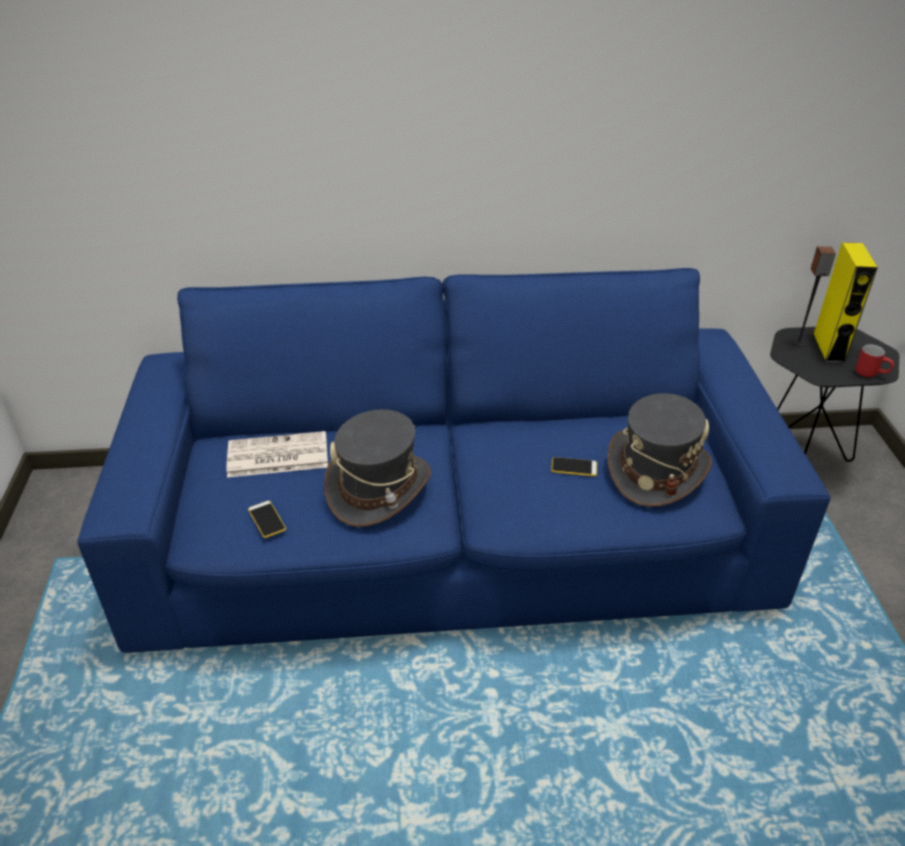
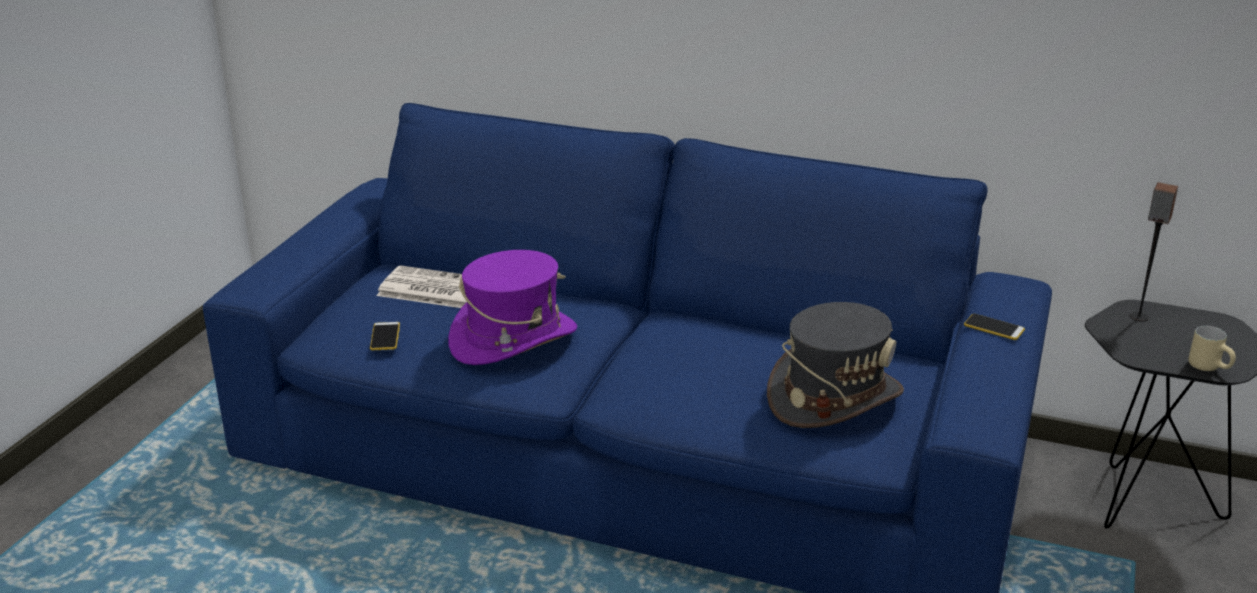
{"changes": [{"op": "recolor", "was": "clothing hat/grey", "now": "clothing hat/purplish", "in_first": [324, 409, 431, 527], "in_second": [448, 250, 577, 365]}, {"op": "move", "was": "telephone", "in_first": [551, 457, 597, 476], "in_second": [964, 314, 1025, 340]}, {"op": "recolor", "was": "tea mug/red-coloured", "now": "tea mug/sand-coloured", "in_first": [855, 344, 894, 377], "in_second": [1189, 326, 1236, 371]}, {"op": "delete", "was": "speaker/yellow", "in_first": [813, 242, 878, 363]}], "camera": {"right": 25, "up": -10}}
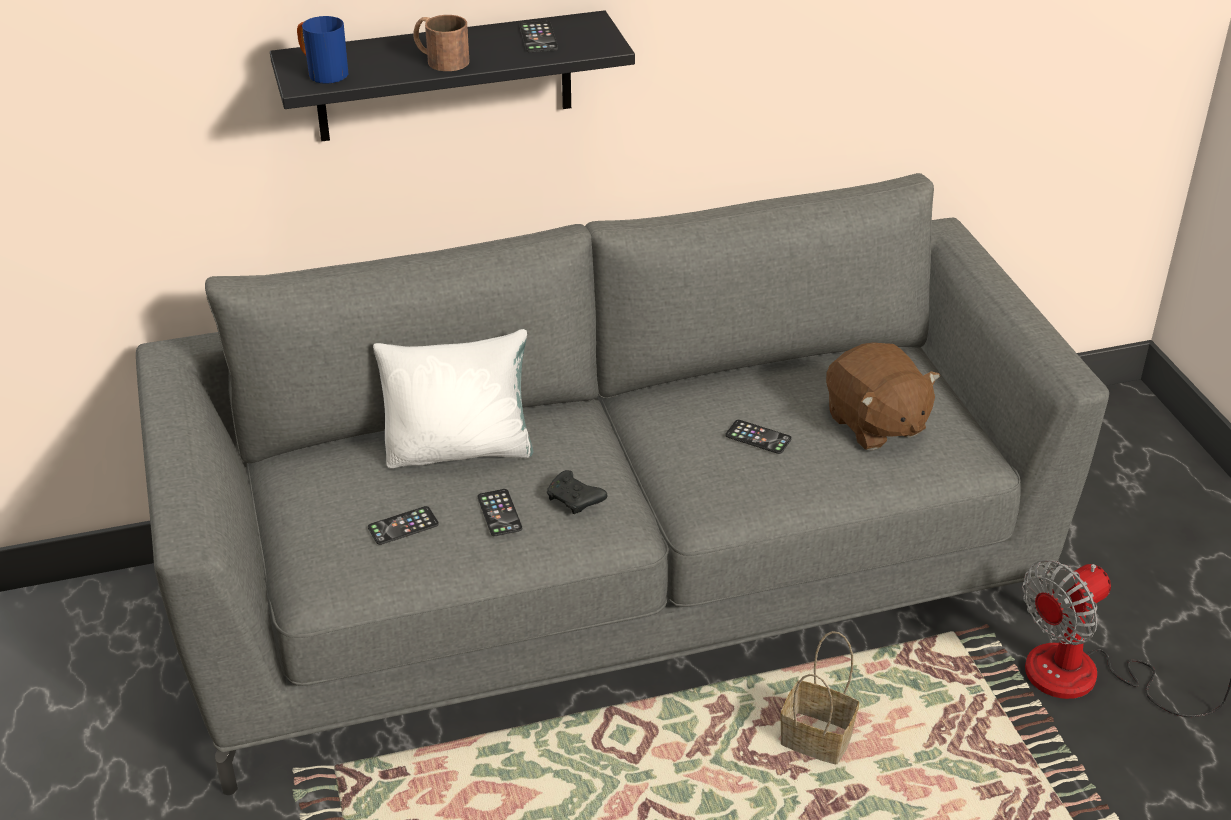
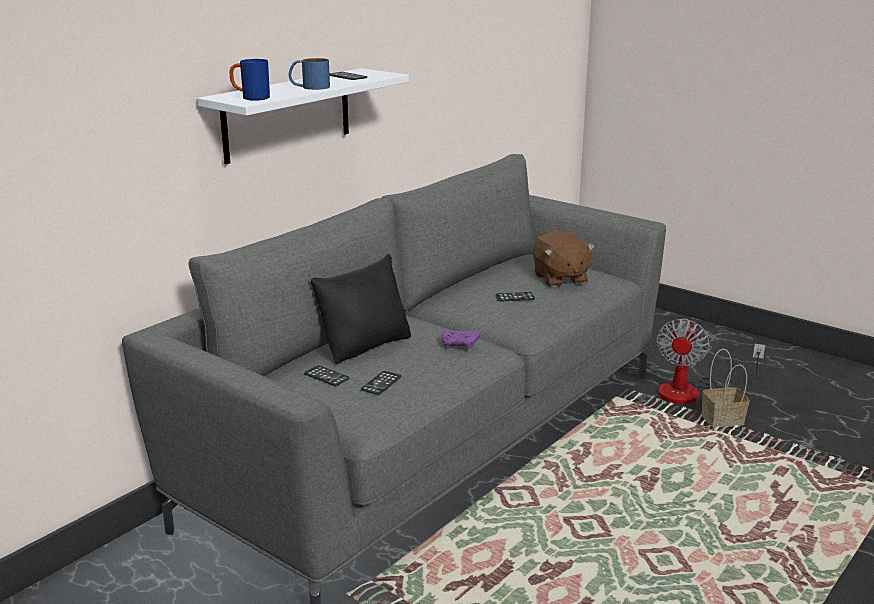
{"changes": [{"op": "recolor", "was": "shelf/black", "now": "shelf/white", "in_first": [270, 10, 635, 141], "in_second": [197, 68, 409, 164]}, {"op": "recolor", "was": "tea mug/brown-coloured", "now": "tea mug/blue-coloured", "in_first": [413, 15, 469, 71], "in_second": [289, 58, 330, 90]}, {"op": "move", "was": "telephone", "in_first": [478, 489, 522, 536], "in_second": [304, 365, 349, 386]}, {"op": "recolor", "was": "pillow/white", "now": "pillow/black", "in_first": [373, 329, 534, 468], "in_second": [311, 254, 412, 364]}, {"op": "recolor", "was": "game controller/black", "now": "game controller/purplish", "in_first": [547, 470, 608, 514], "in_second": [441, 330, 480, 349]}, {"op": "rotate", "was": "cuddly toy/brown-coloured", "in_first": [826, 342, 940, 450], "in_second": [532, 230, 595, 287], "clockwise": 45}, {"op": "move", "was": "storage basket", "in_first": [780, 631, 859, 764], "in_second": [702, 349, 749, 428]}], "camera": {"right": -35, "up": -15}}
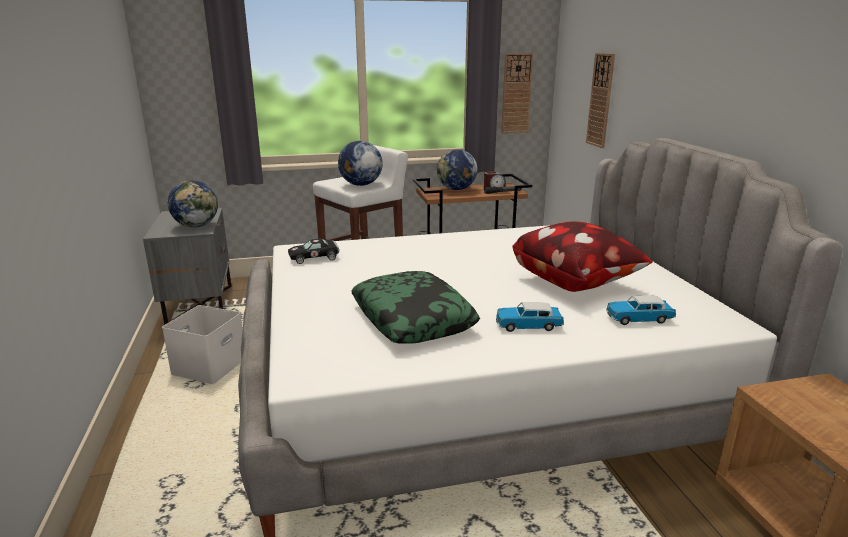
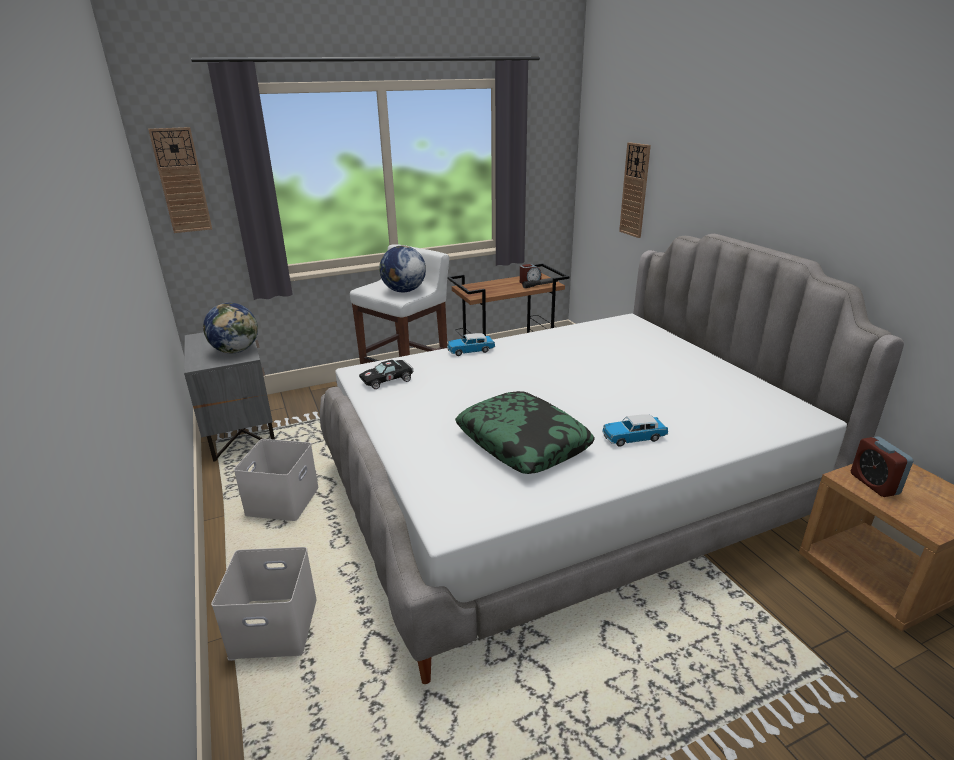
{"changes": [{"op": "move", "was": "wall clock", "in_first": [501, 53, 534, 133], "in_second": [148, 127, 212, 233]}, {"op": "insert", "now": "storage bin/white", "in_second": [211, 547, 317, 661]}, {"op": "move", "was": "model car", "in_first": [606, 295, 676, 325], "in_second": [447, 333, 495, 356]}, {"op": "insert", "now": "table clock", "in_second": [851, 436, 913, 497]}, {"op": "delete", "was": "desk globe", "in_first": [437, 149, 477, 190]}, {"op": "delete", "was": "pillow", "in_first": [512, 221, 653, 292]}], "camera": {"right": -10, "up": 5}}
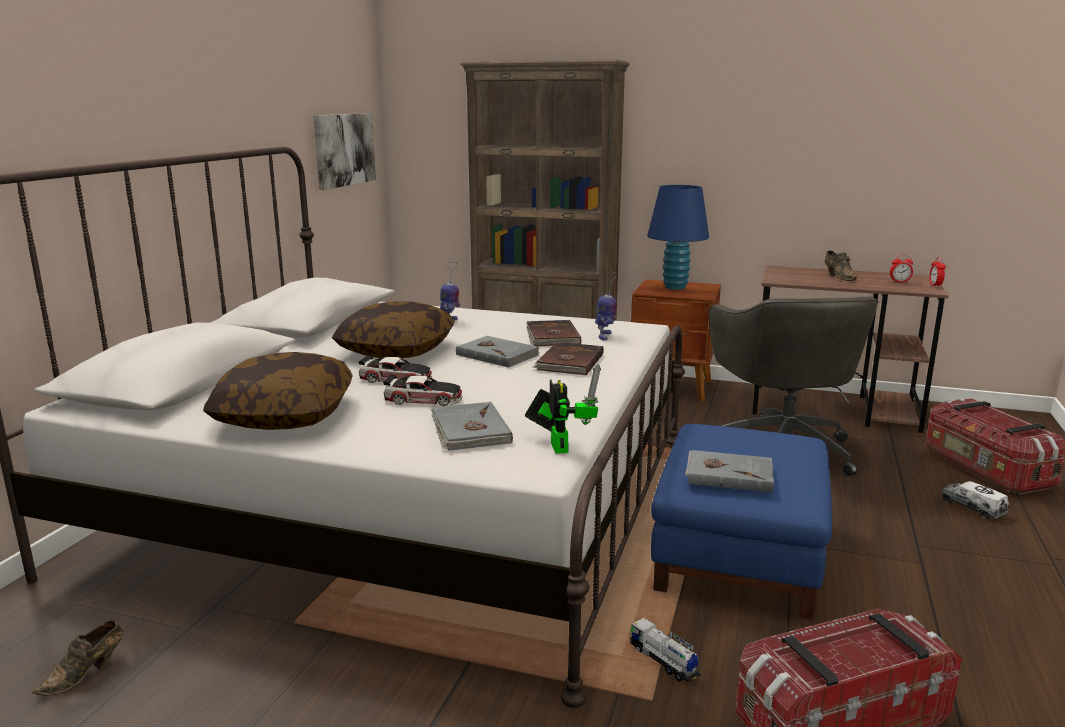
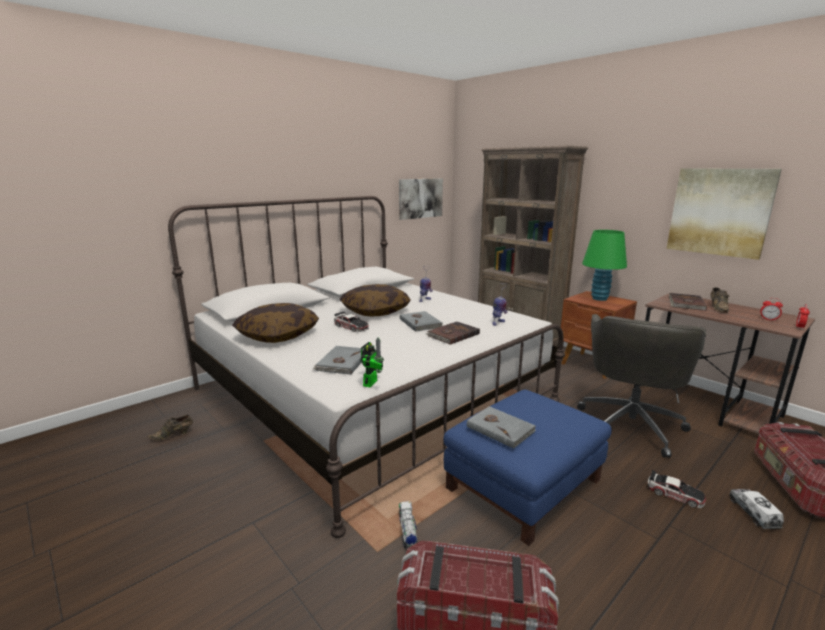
{"changes": [{"op": "recolor", "was": "tabletop lamp/blue-coloured", "now": "tabletop lamp/green", "in_first": [647, 185, 709, 290], "in_second": [582, 230, 627, 301]}, {"op": "move", "was": "model car", "in_first": [383, 374, 463, 406], "in_second": [648, 470, 706, 508]}, {"op": "insert", "now": "wall picture", "in_second": [667, 168, 782, 260]}, {"op": "move", "was": "book/brown-coloured", "in_first": [526, 320, 581, 346], "in_second": [669, 293, 707, 311]}], "camera": {"right": 30, "up": 0}}
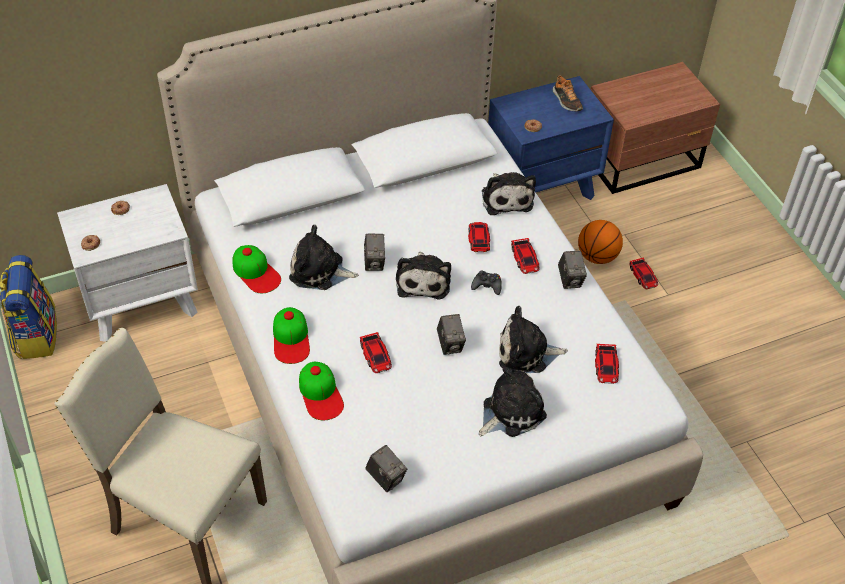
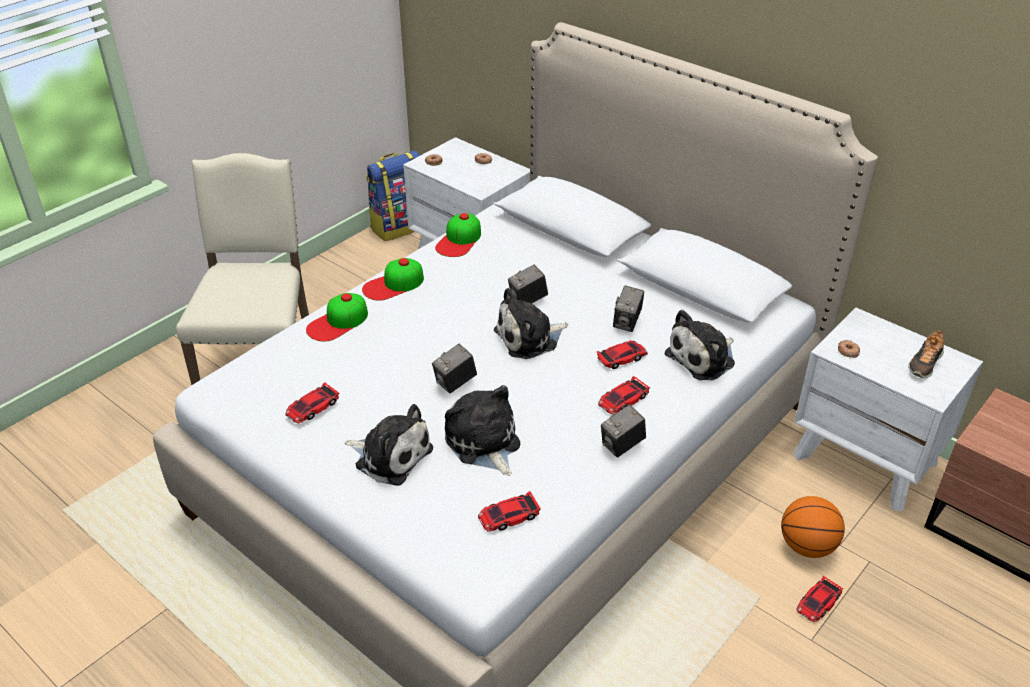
{"changes": [{"op": "move", "was": "model car", "in_first": [360, 332, 392, 373], "in_second": [285, 382, 339, 423]}, {"op": "move", "was": "photo camera", "in_first": [365, 445, 407, 492], "in_second": [613, 286, 644, 332]}, {"op": "recolor", "was": "night table/blue-coloured", "now": "night table/white", "in_first": [488, 76, 614, 200], "in_second": [793, 307, 983, 511]}, {"op": "delete", "was": "cuddly toy", "in_first": [289, 225, 359, 290]}, {"op": "delete", "was": "game controller/black", "in_first": [471, 271, 502, 295]}], "camera": {"right": 65, "up": -10}}
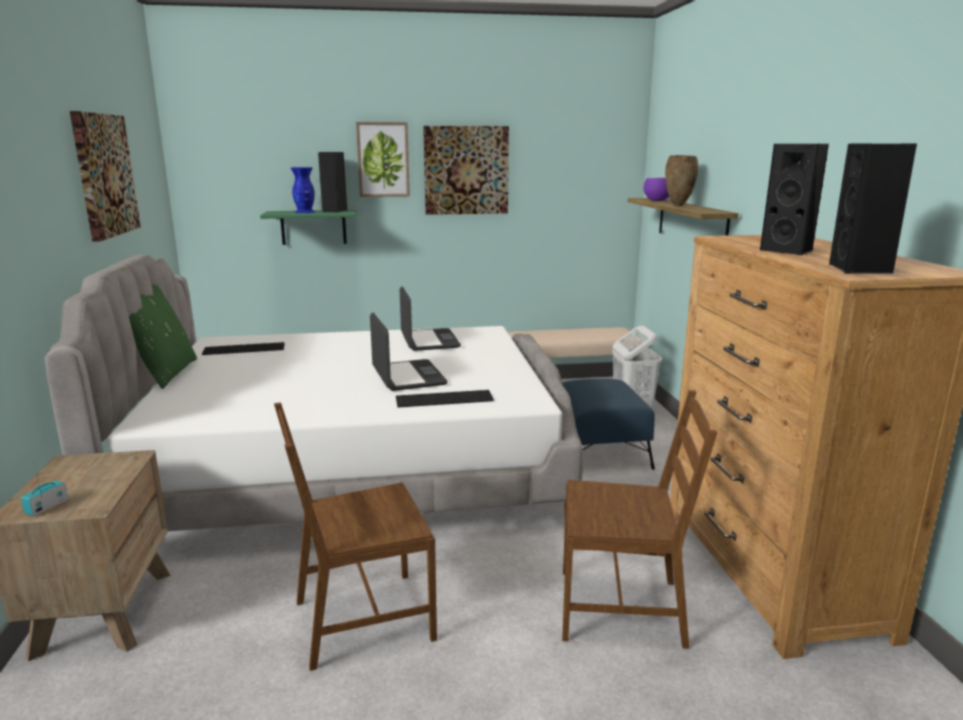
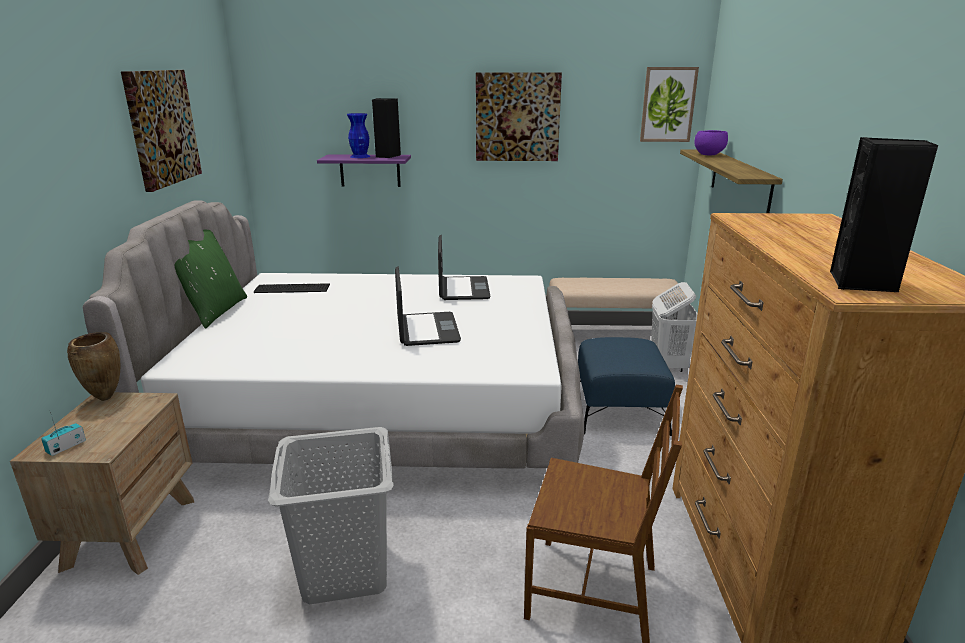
{"changes": [{"op": "move", "was": "vase/brown-coloured", "in_first": [665, 155, 699, 206], "in_second": [67, 332, 121, 401]}, {"op": "replace", "was": "upright chair/brown-coloured", "now": "washing basket/grey", "in_first": [274, 402, 437, 671], "in_second": [268, 427, 394, 604]}, {"op": "recolor", "was": "shelf/green", "now": "shelf/purplish", "in_first": [260, 210, 357, 245], "in_second": [317, 154, 411, 187]}, {"op": "move", "was": "wall picture", "in_first": [356, 122, 410, 197], "in_second": [640, 67, 699, 142]}, {"op": "delete", "was": "computer keyboard", "in_first": [396, 390, 494, 407]}, {"op": "delete", "was": "speaker/black", "in_first": [760, 144, 829, 256]}], "camera": {"right": 10, "up": 5}}
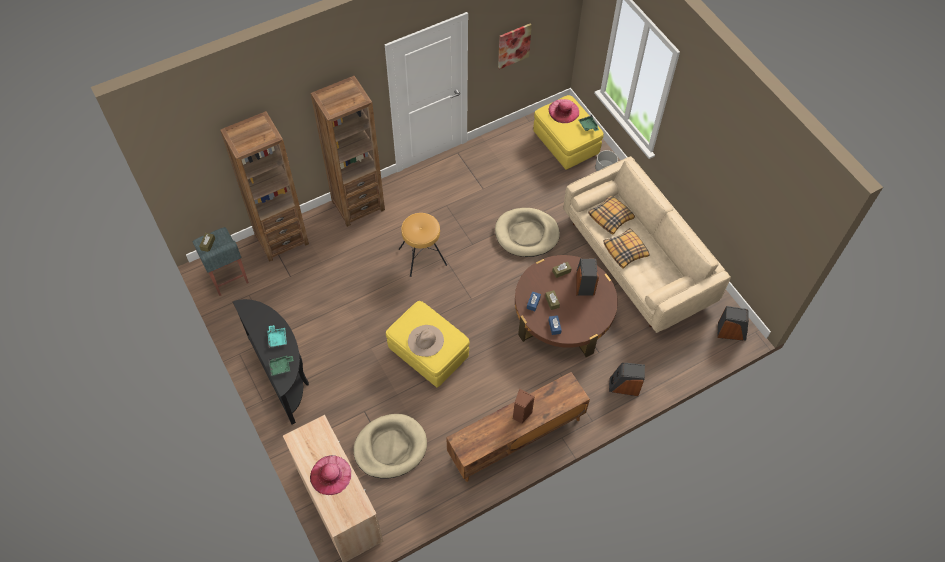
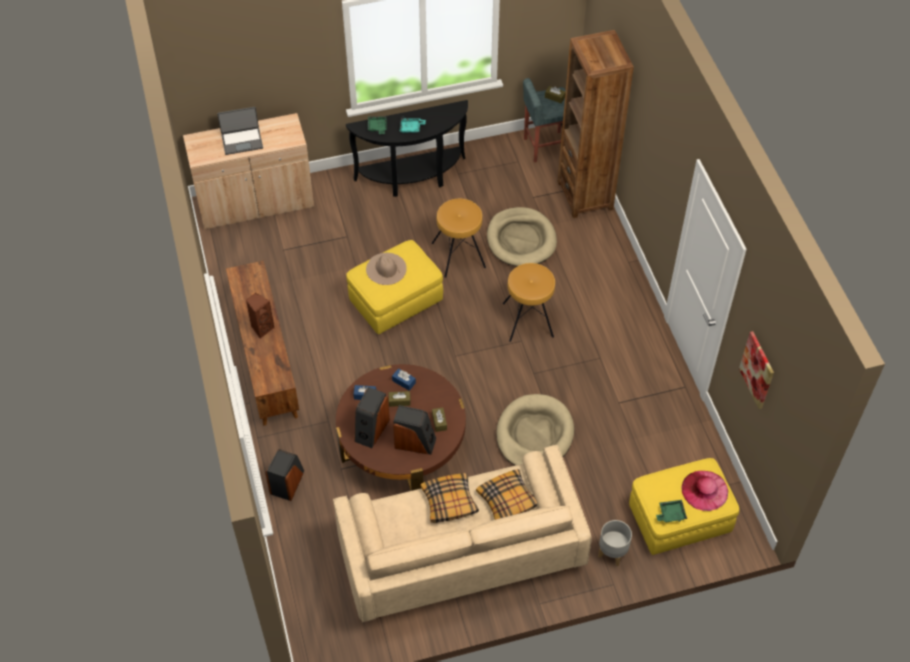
{"changes": [{"op": "replace", "was": "clothing hat/pink", "now": "portable computer", "in_first": [310, 455, 351, 495], "in_second": [217, 107, 263, 155]}, {"op": "move", "was": "speaker", "in_first": [717, 306, 749, 341], "in_second": [354, 387, 390, 448]}, {"op": "insert", "now": "stool/brown-coloured", "in_second": [432, 199, 486, 278]}, {"op": "move", "was": "dog bed/sand-coloured", "in_first": [354, 414, 427, 479], "in_second": [487, 207, 557, 266]}, {"op": "delete", "was": "shelving unit/brown-coloured", "in_first": [311, 76, 385, 227]}], "camera": {"right": 105, "up": -5}}
